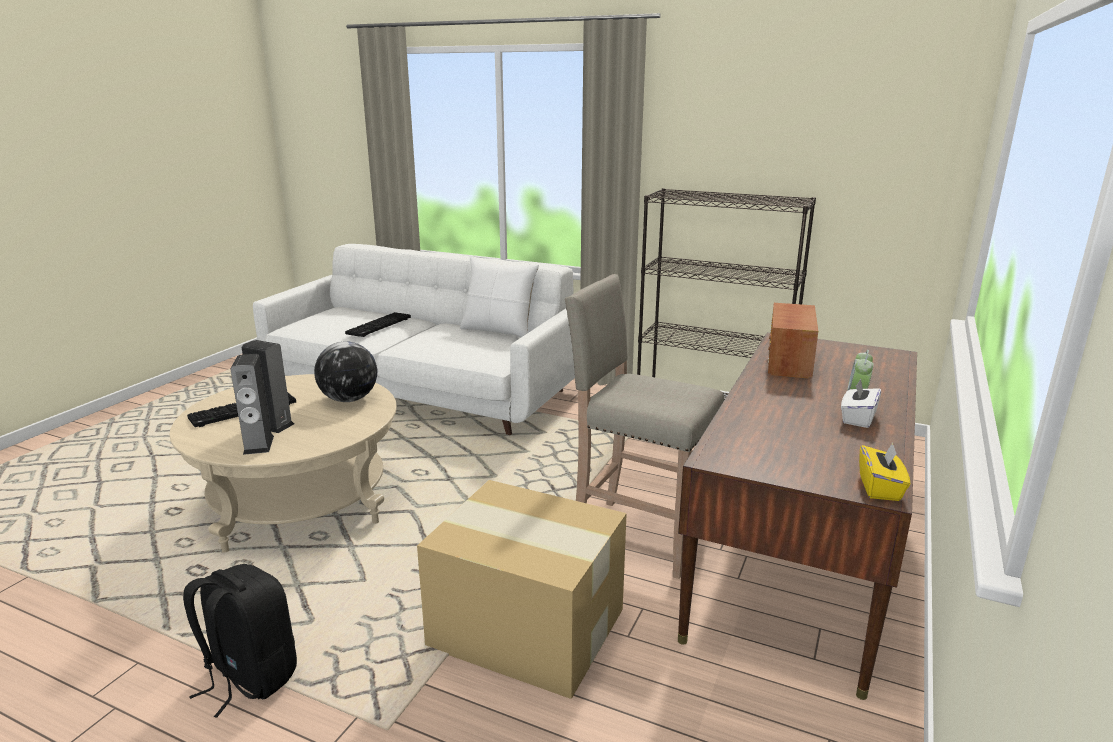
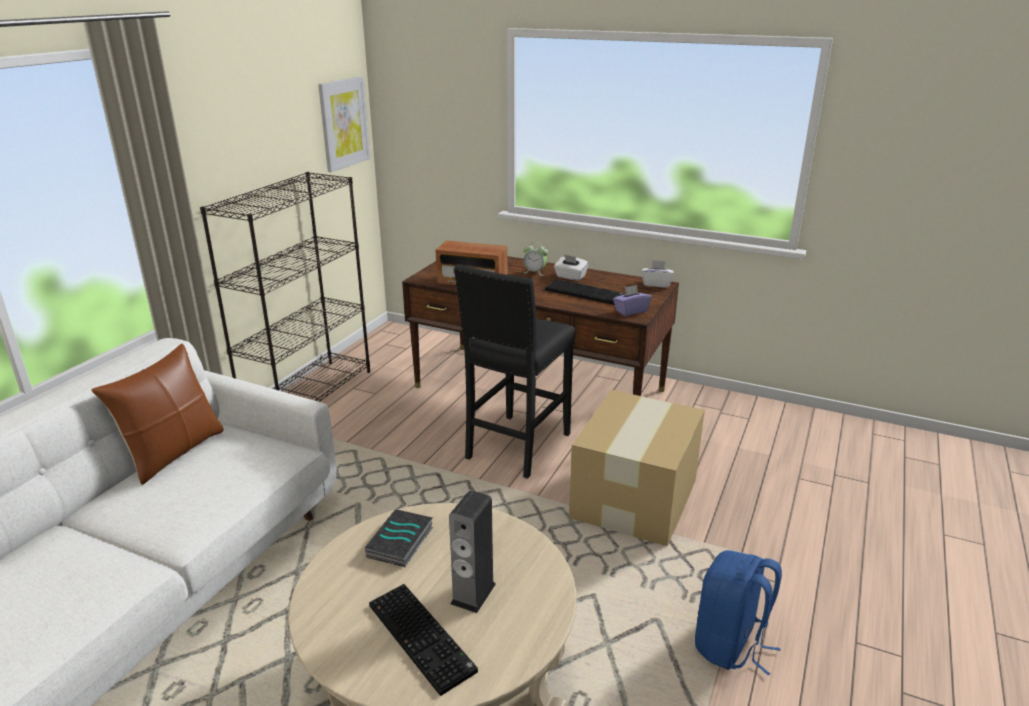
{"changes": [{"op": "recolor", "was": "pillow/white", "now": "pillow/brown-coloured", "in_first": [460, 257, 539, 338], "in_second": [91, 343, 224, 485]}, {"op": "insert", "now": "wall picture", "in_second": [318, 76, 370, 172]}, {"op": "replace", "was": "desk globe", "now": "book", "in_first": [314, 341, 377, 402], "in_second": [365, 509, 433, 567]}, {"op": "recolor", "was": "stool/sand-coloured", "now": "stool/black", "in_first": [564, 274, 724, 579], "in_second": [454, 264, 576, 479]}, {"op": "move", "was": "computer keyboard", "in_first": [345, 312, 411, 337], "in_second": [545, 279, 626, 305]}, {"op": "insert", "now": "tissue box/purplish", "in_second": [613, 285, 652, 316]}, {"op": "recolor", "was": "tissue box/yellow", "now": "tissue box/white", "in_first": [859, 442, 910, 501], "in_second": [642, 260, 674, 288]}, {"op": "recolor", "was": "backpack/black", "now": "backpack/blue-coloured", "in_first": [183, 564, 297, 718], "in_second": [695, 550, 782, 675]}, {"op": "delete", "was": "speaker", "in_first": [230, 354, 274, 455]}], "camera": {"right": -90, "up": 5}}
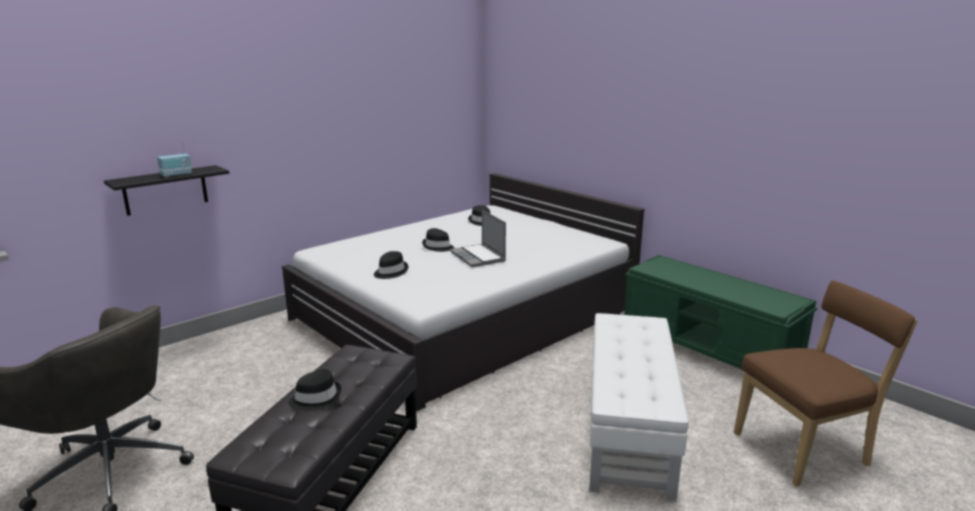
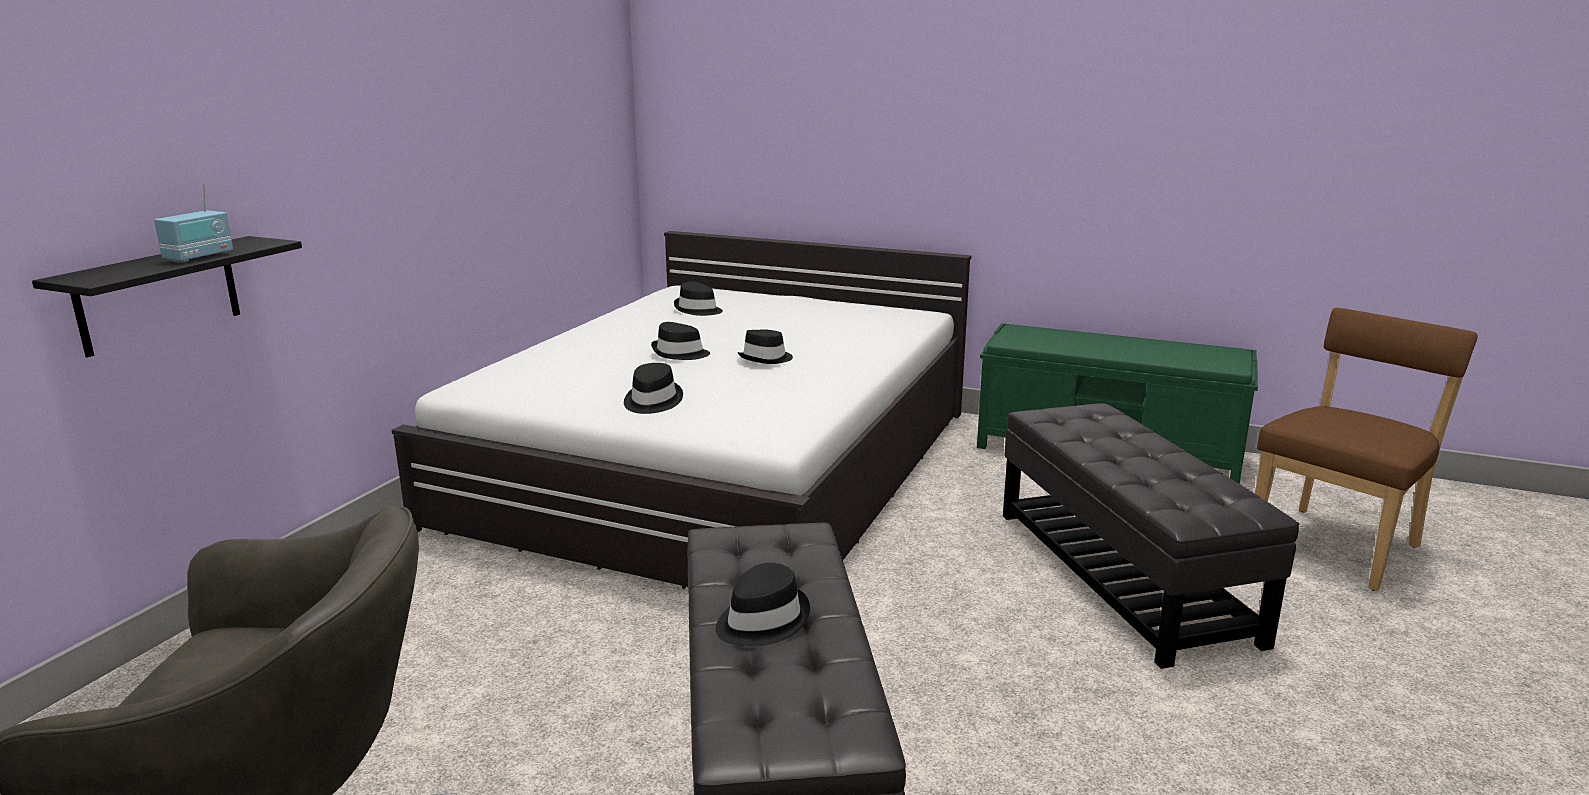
{"changes": [{"op": "replace", "was": "portable computer", "now": "clothing hat/black", "in_first": [450, 210, 506, 267], "in_second": [737, 330, 793, 364]}, {"op": "recolor", "was": "footrest/white", "now": "footrest/black", "in_first": [589, 313, 688, 502], "in_second": [1003, 403, 1299, 669]}], "camera": {"right": -25, "up": 0}}
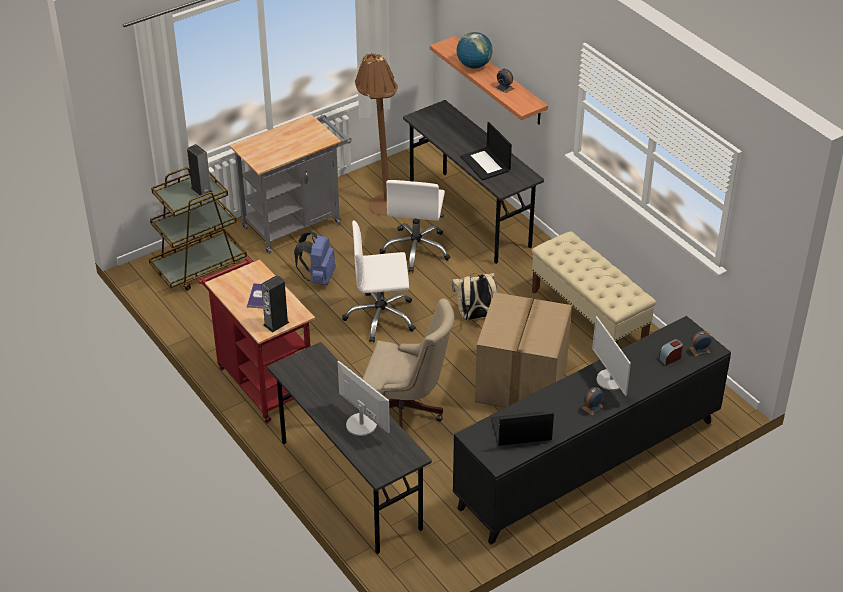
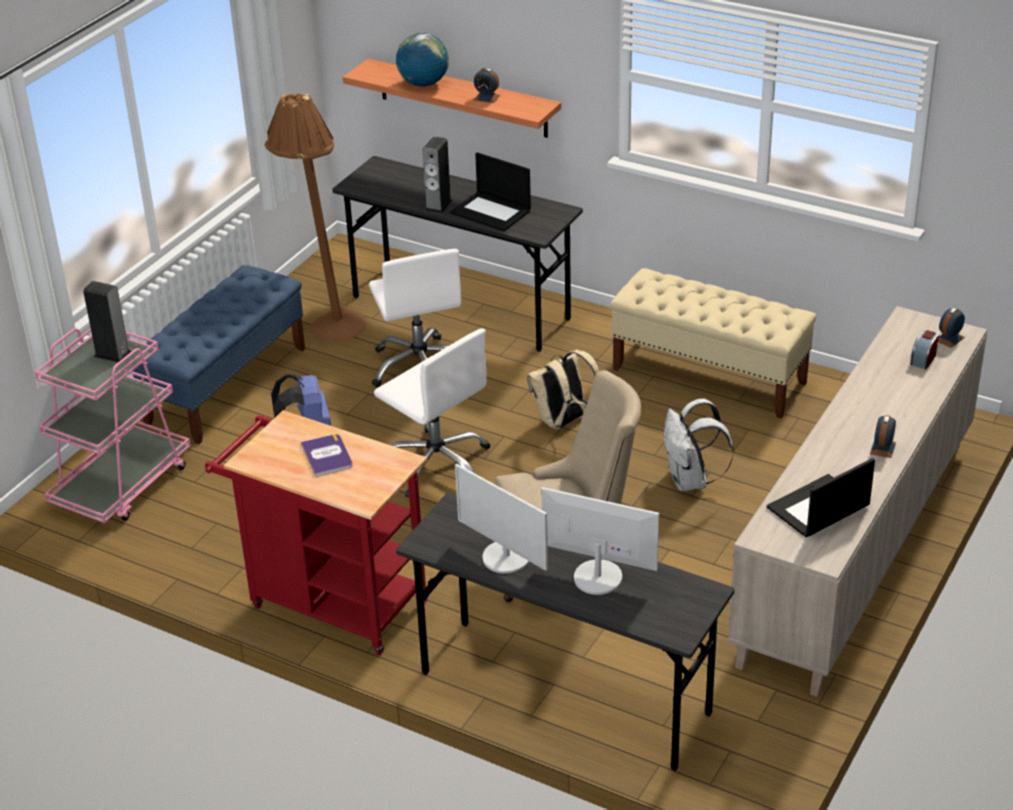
{"changes": [{"op": "recolor", "was": "trolley/brown-coloured", "now": "trolley/pink", "in_first": [149, 167, 247, 290], "in_second": [35, 328, 191, 523]}, {"op": "replace", "was": "trolley/grey", "now": "bench/blue-coloured", "in_first": [230, 114, 351, 254], "in_second": [133, 265, 305, 444]}, {"op": "rotate", "was": "office chair/white", "in_first": [342, 221, 416, 343], "in_second": [374, 328, 490, 497], "clockwise": -105}, {"op": "move", "was": "speaker", "in_first": [261, 275, 290, 333], "in_second": [423, 136, 452, 214]}, {"op": "move", "was": "computer screen", "in_first": [592, 316, 631, 396], "in_second": [455, 464, 548, 574]}, {"op": "replace", "was": "packing box", "now": "backpack/white", "in_first": [475, 292, 572, 408], "in_second": [664, 398, 734, 491]}, {"op": "recolor", "was": "cabinet/black", "now": "cabinet/sand-coloured", "in_first": [453, 316, 731, 544], "in_second": [728, 306, 987, 697]}], "camera": {"right": -25, "up": -5}}
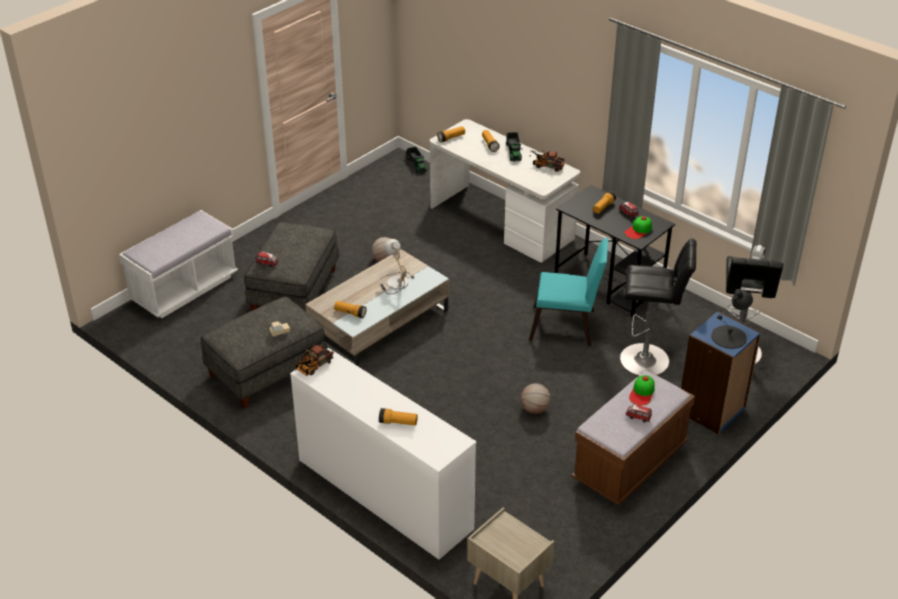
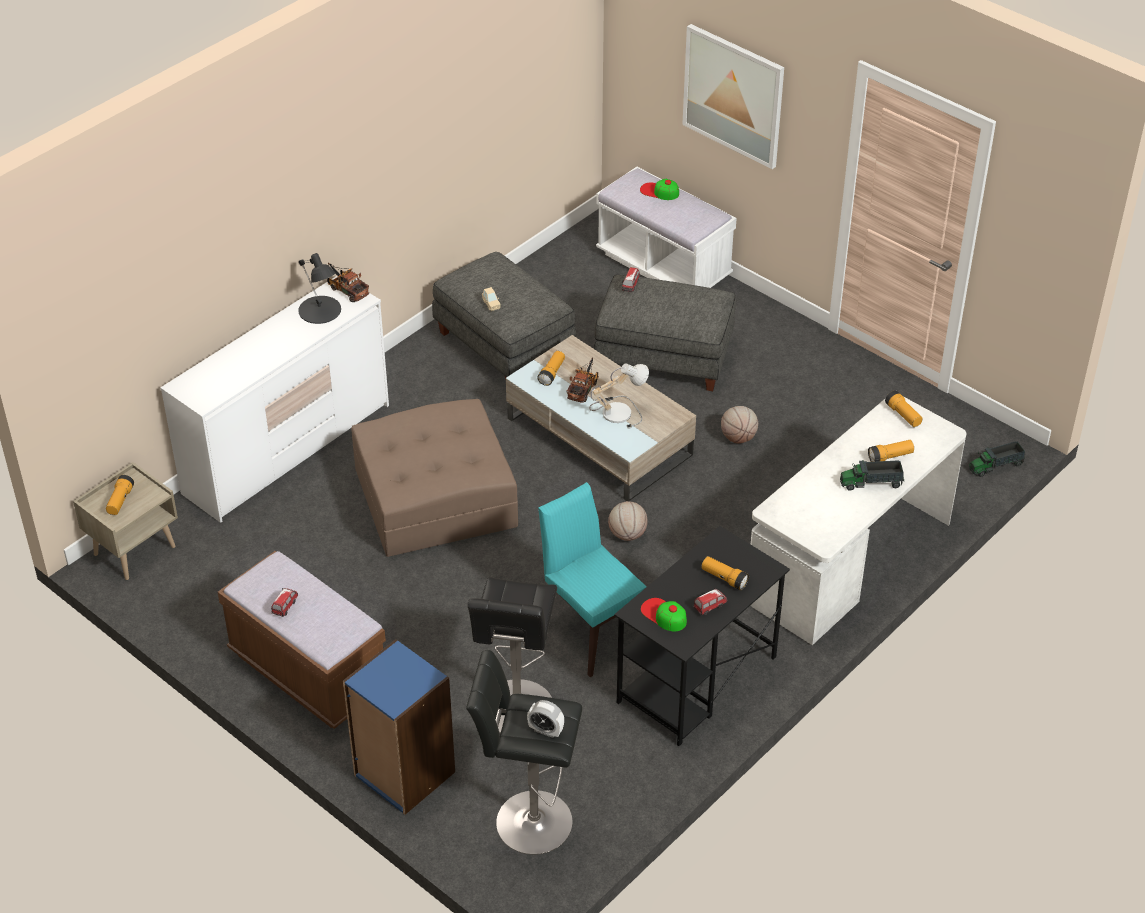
{"changes": [{"op": "move", "was": "flashlight", "in_first": [379, 408, 418, 426], "in_second": [106, 475, 134, 515]}, {"op": "move", "was": "tabletop lamp/black", "in_first": [711, 289, 753, 349], "in_second": [298, 253, 341, 324]}, {"op": "insert", "now": "footrest/brown-coloured", "in_second": [351, 399, 518, 557]}, {"op": "rotate", "was": "upright chair/blue-green", "in_first": [529, 238, 609, 346], "in_second": [538, 482, 646, 677], "clockwise": 135}, {"op": "move", "was": "toy truck", "in_first": [529, 150, 565, 172], "in_second": [566, 357, 599, 403]}, {"op": "move", "was": "ball for basketball", "in_first": [520, 383, 550, 414], "in_second": [608, 501, 648, 541]}, {"op": "move", "was": "cap", "in_first": [629, 375, 655, 406], "in_second": [640, 179, 679, 200]}, {"op": "insert", "now": "wall picture", "in_second": [682, 24, 784, 169]}], "camera": {"right": 90, "up": 5}}
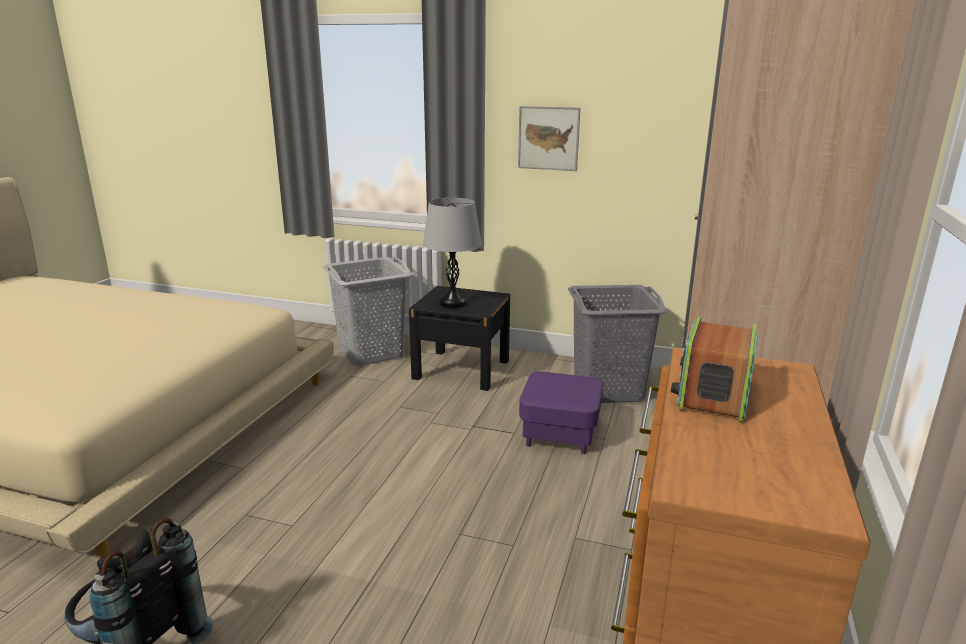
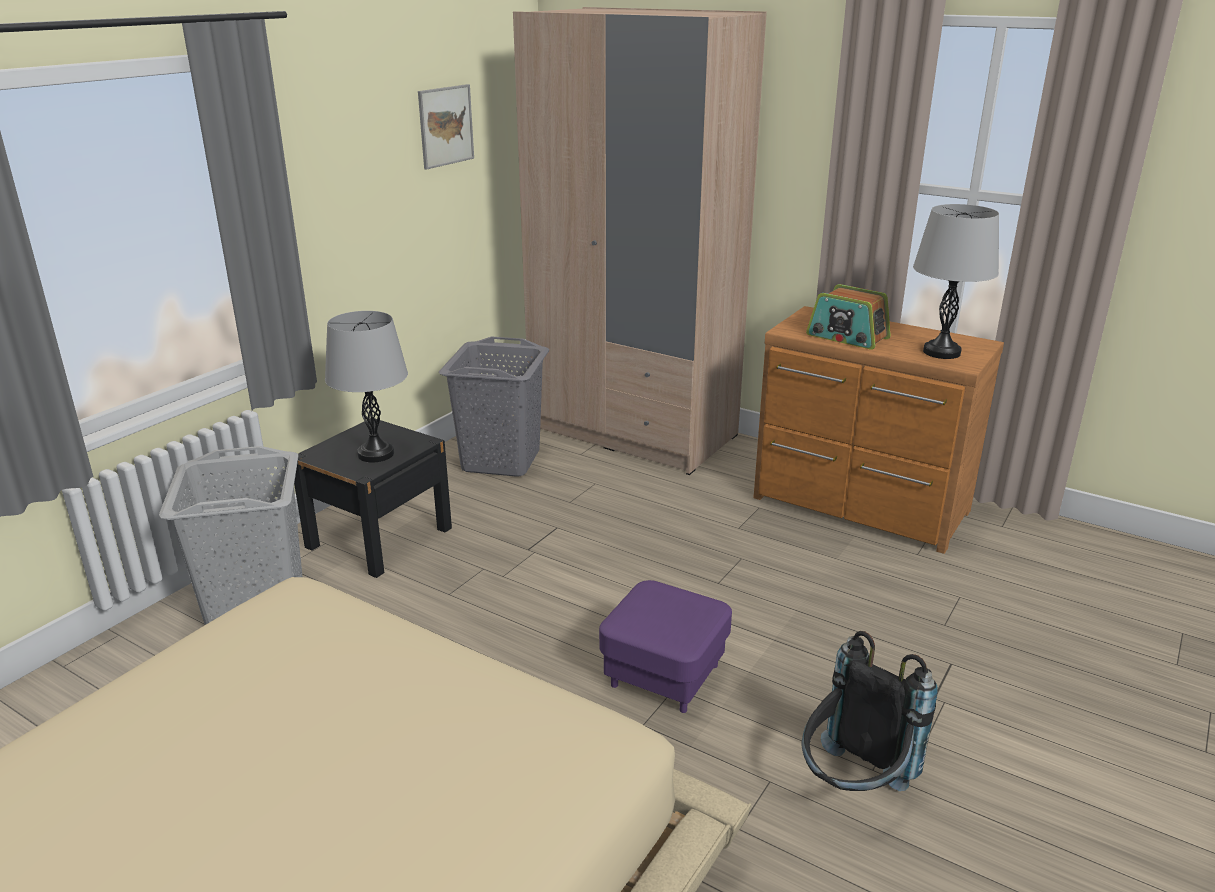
{"changes": [{"op": "move", "was": "wall picture", "in_first": [518, 106, 581, 171], "in_second": [418, 84, 474, 170]}, {"op": "move", "was": "footrest/purplish", "in_first": [519, 372, 603, 454], "in_second": [599, 580, 732, 713]}, {"op": "insert", "now": "tabletop lamp/grey", "in_second": [913, 204, 999, 359]}], "camera": {"right": -75, "up": 5}}
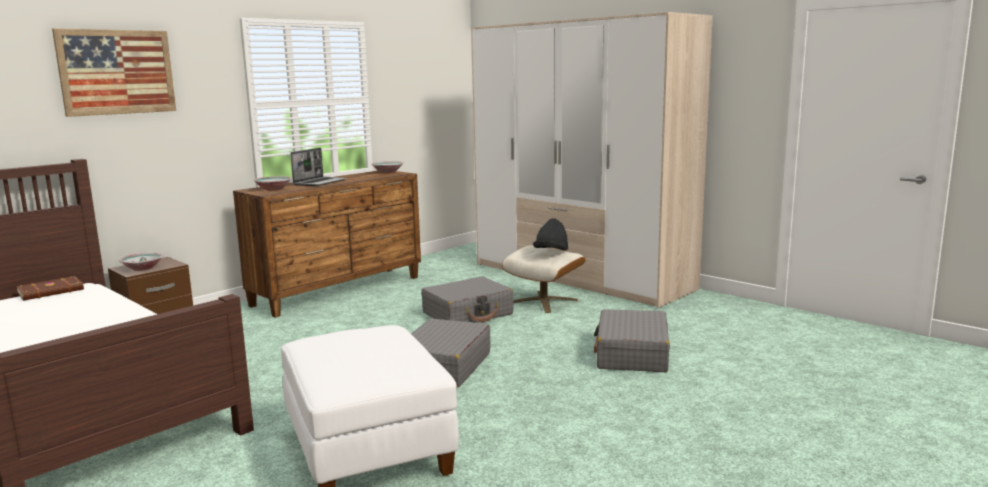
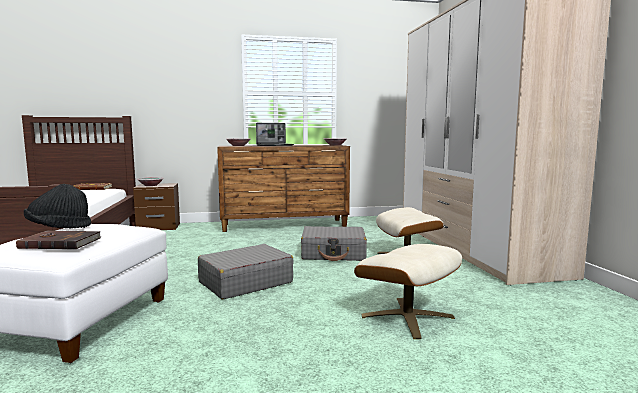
{"changes": [{"op": "insert", "now": "book/brown-coloured", "in_second": [16, 231, 101, 249]}, {"op": "move", "was": "clothing hat/black", "in_first": [533, 218, 568, 251], "in_second": [24, 184, 91, 228]}, {"op": "replace", "was": "suitcase/grey", "now": "footrest/sand-coloured", "in_first": [594, 309, 670, 372], "in_second": [354, 244, 462, 339]}, {"op": "delete", "was": "wall picture", "in_first": [52, 28, 176, 117]}], "camera": {"right": 35, "up": -5}}
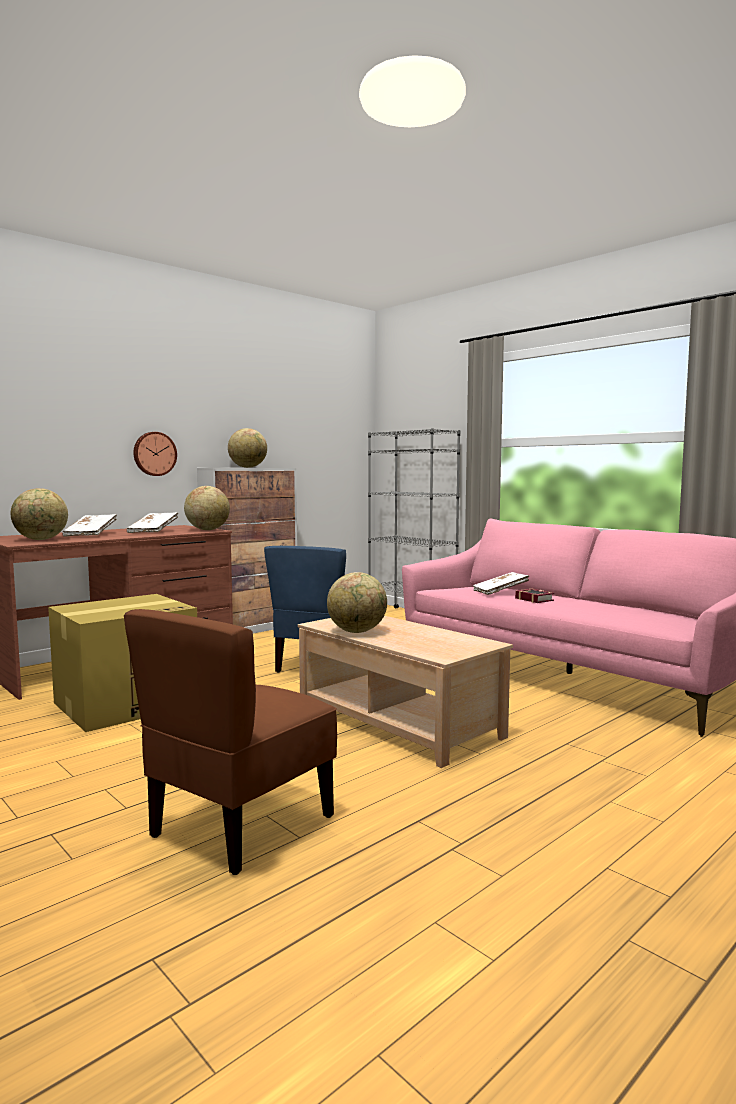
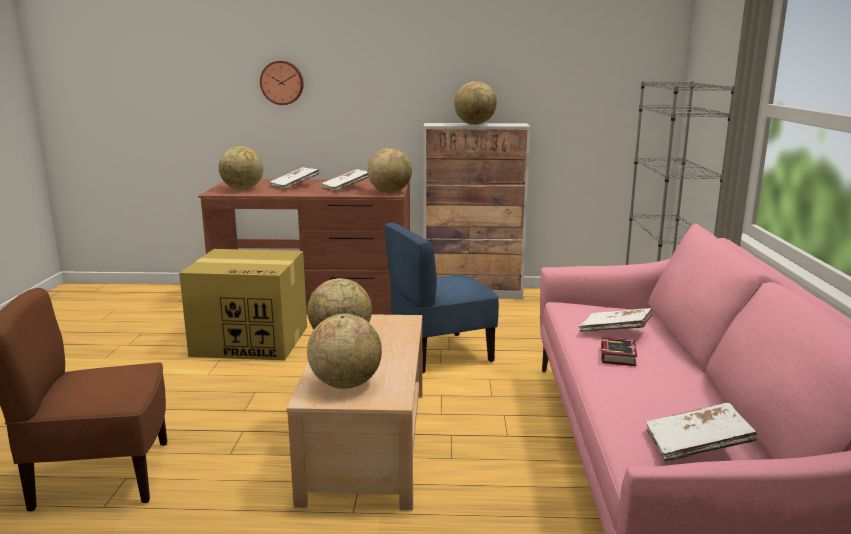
{"changes": [{"op": "move", "was": "wall clock", "in_first": [133, 432, 177, 476], "in_second": [260, 61, 304, 105]}, {"op": "insert", "now": "desk globe", "in_second": [307, 313, 382, 389]}, {"op": "insert", "now": "book/white", "in_second": [646, 403, 758, 462]}], "camera": {"right": 45, "up": 10}}
